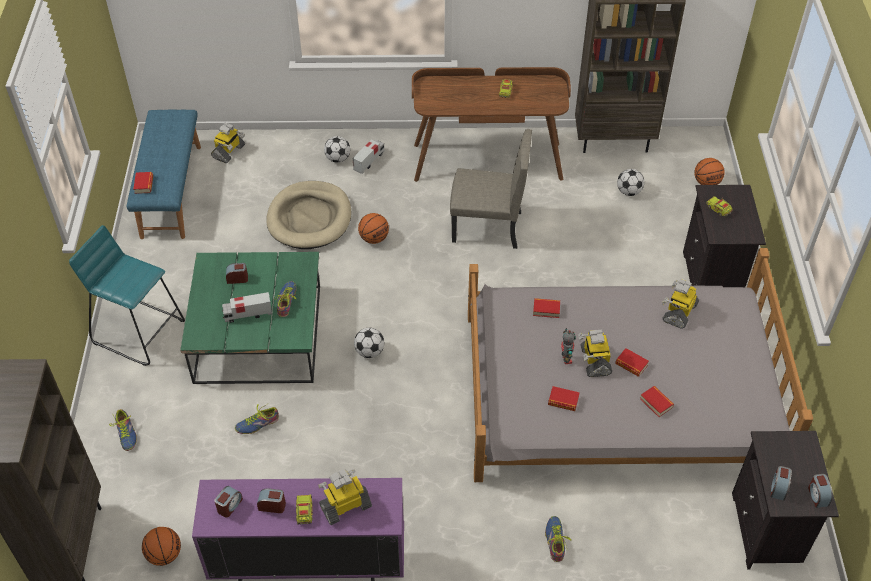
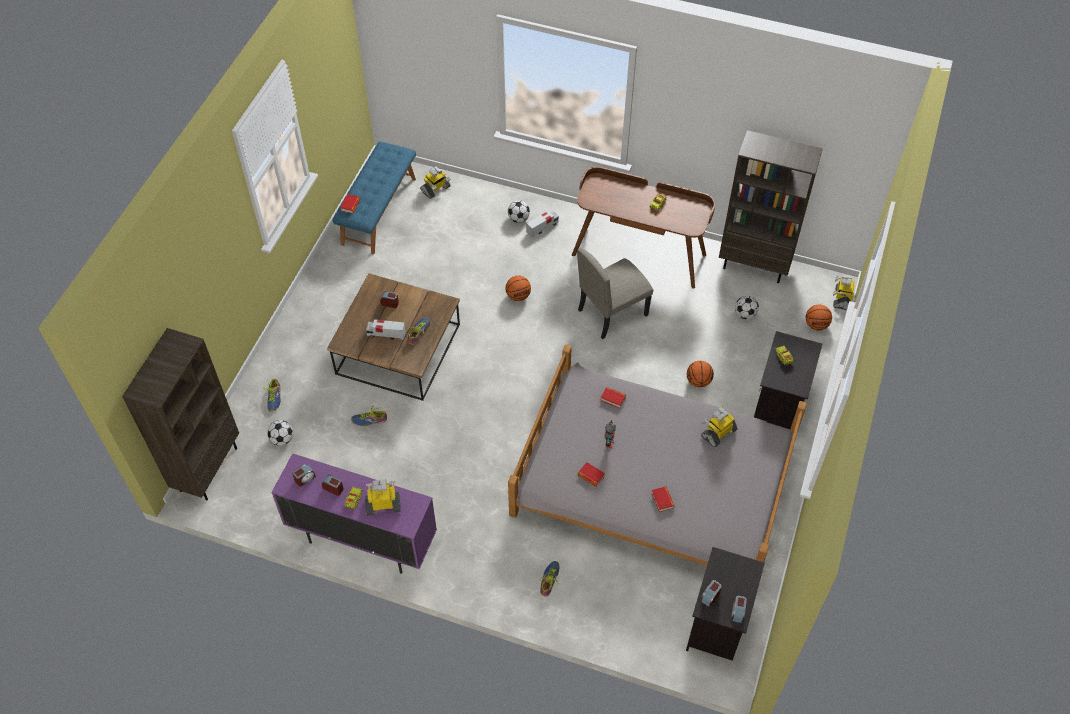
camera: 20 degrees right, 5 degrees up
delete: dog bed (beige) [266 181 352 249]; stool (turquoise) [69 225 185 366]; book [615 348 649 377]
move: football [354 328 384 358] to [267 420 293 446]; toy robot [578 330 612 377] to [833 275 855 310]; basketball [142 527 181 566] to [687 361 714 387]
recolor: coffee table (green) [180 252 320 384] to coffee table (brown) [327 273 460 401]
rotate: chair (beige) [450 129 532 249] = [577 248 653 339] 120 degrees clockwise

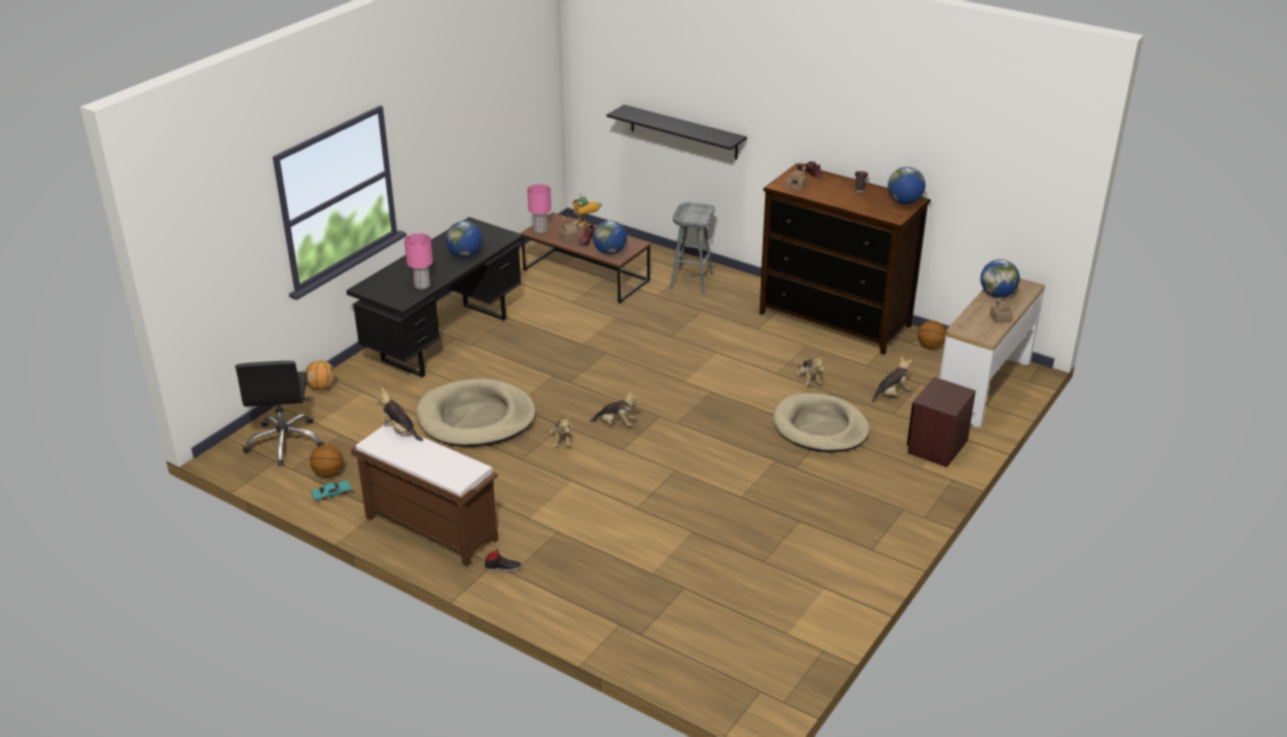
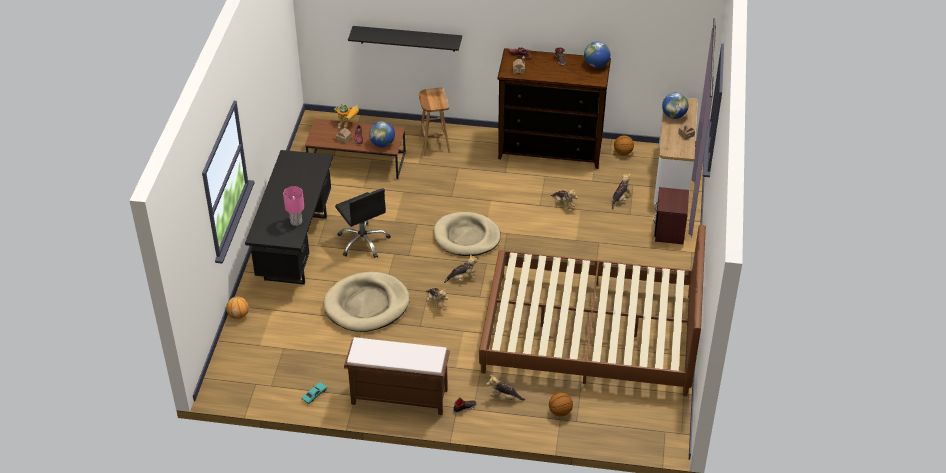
camera: 25 degrees left, 10 degrees up
delete: table lamp (pink) [527 184 551 233]; globe [446 221 483 258]
insert: bed (brown) [479 225 706 396]
move: office chair (black) [235 361 324 466] to [335 188 391 258]; plush toy [374 388 423 441] to [486 375 525 401]; dog bed (beige) [773 393 870 452] to [434 212 501 256]; basketball [310 444 343 477] to [549 392 573 417]
recolor: stool (grey) [670 202 715 294] to stool (brown) [419 87 450 156]

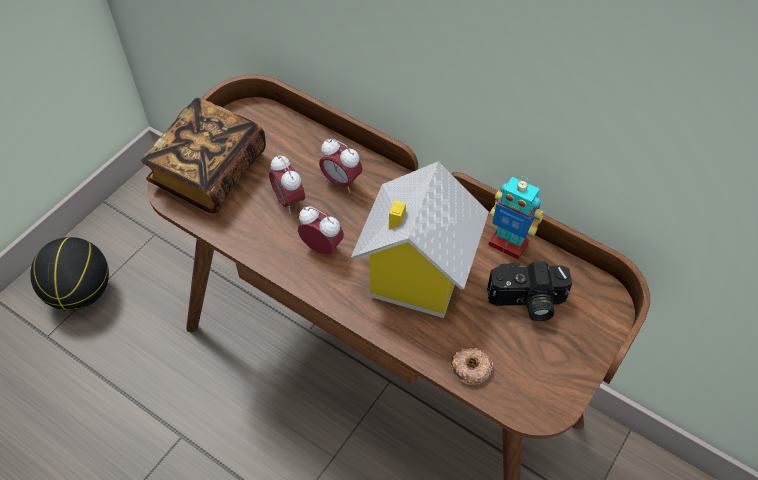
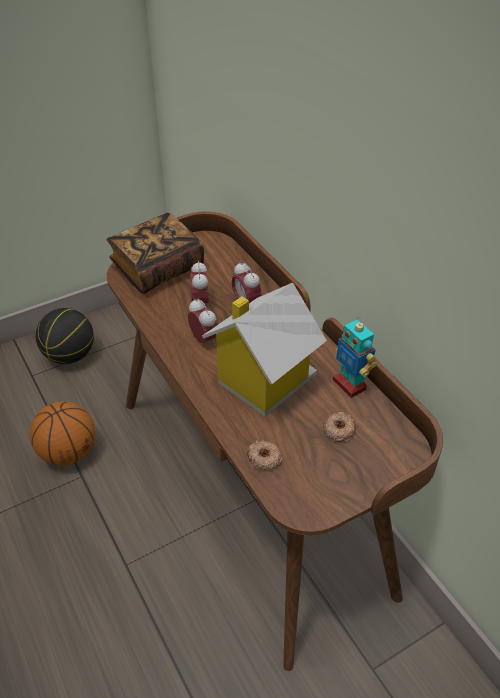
camera: 25 degrees right, 10 degrees down
insert: basketball [30 401 95 466]
replace: photo camera [487 261 572 321] to donut [323 412 356 443]

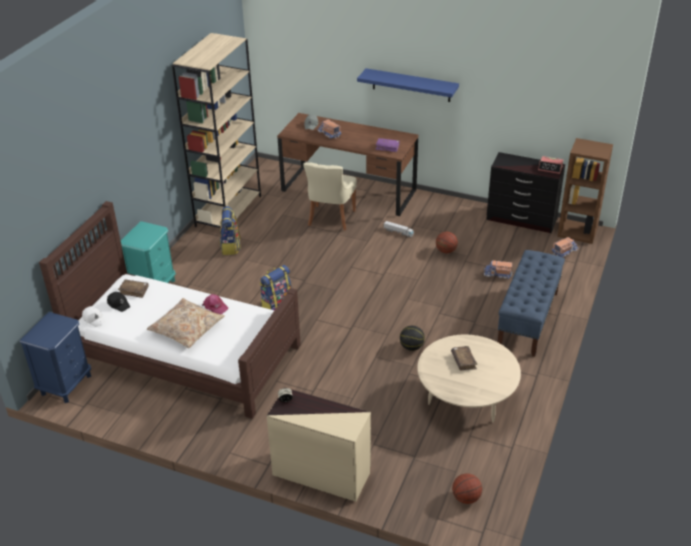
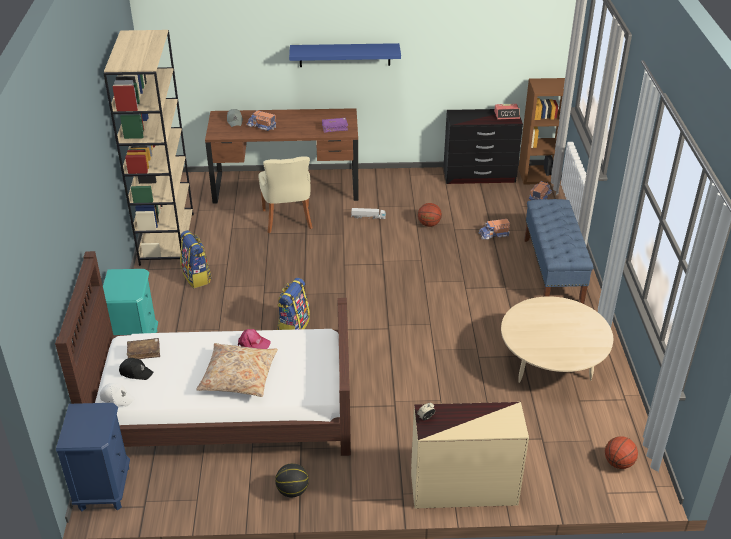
camera: 25 degrees left, 0 degrees up
delete: book (brown) [451 346 477 370]
move: basketball [400 326 425 351] to [275 463 309 497]

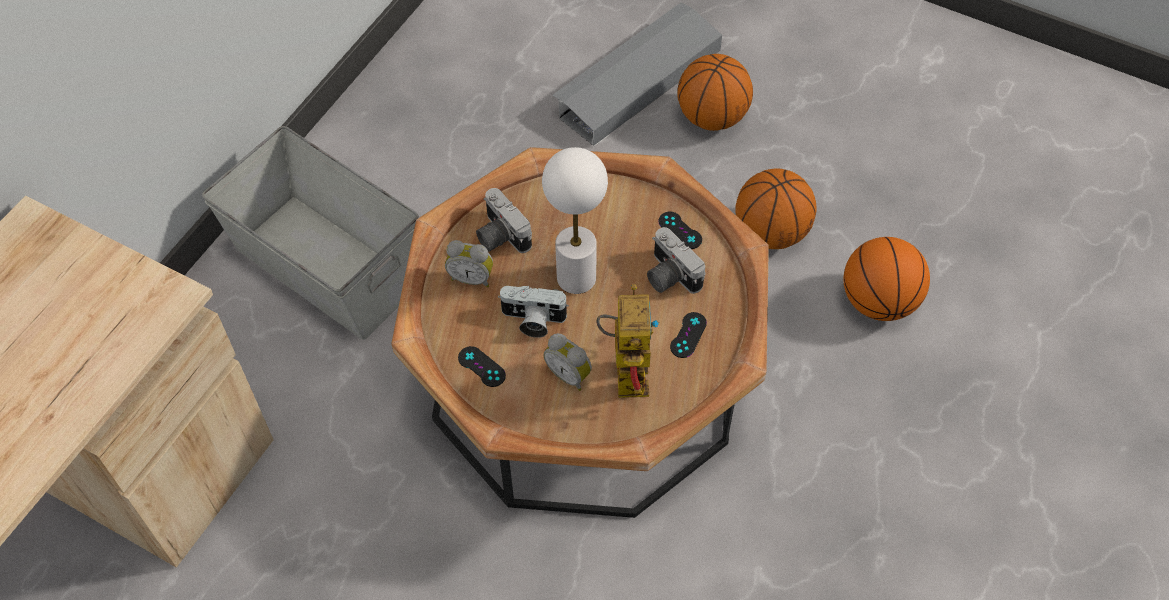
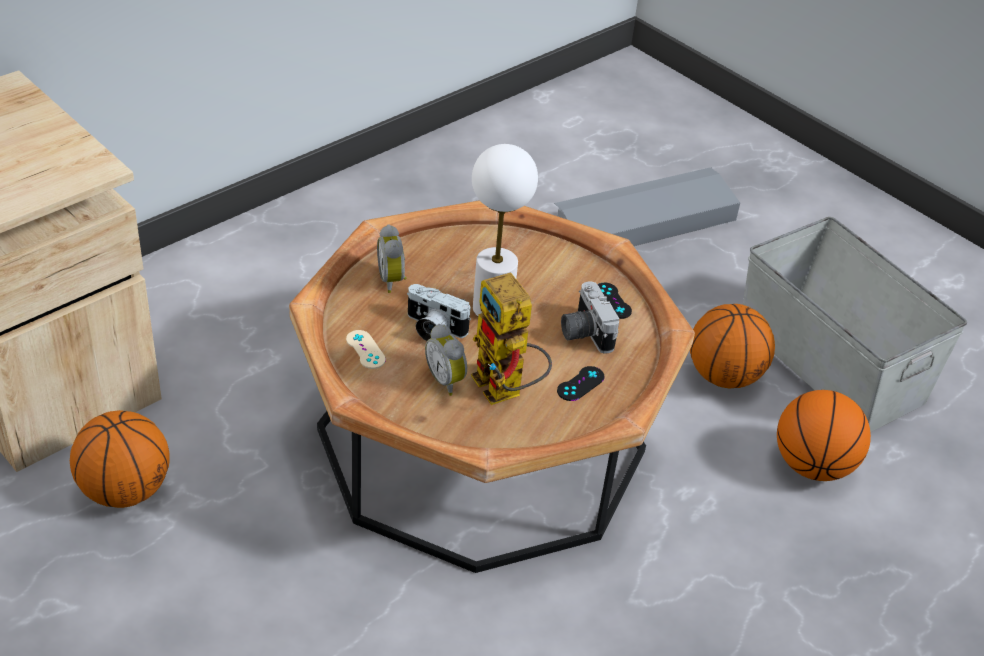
camera: 15 degrees right, 15 degrees down
delete: photo camera [476 188 532 253]
move: basketball [677 54 753 131] to [70 410 170 508]; storage box (grey) [202 126 419 340] to [743 217 967 432]
recolor: game controller (black) [458 346 506 387] to game controller (beige) [346 330 386 369]
rotate: alarm clock [445 240 493 287] = [377 224 406 293] 45 degrees clockwise; toy robot [596 284 659 398] = [471 272 552 405] 135 degrees clockwise

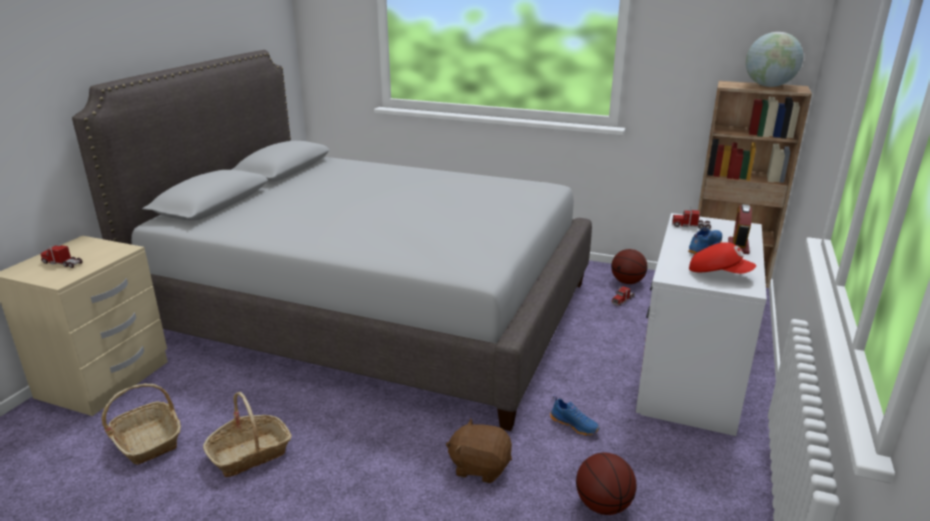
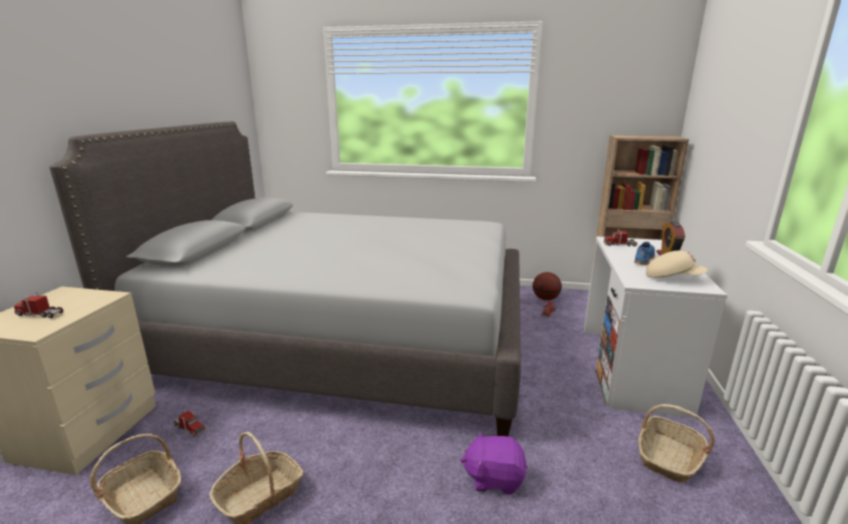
camera: 10 degrees left, 5 degrees down
delete: globe [746 32 803 87]; shoe (blue) [550 396 600 436]; basketball [576 453 636 515]
insert: basket [638 404 715 483]; toy truck [173 411 206 437]
recolor: cap (red) [689 242 756 274] to cap (beige) [646 251 707 278]; plush toy (brown) [446 418 512 483] to plush toy (purple) [460 431 527 495]

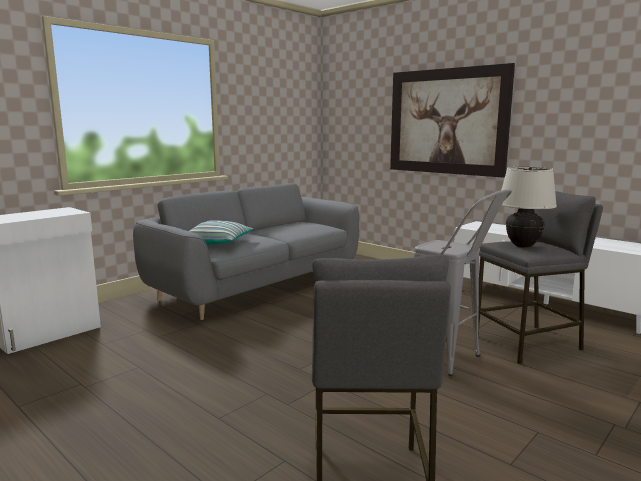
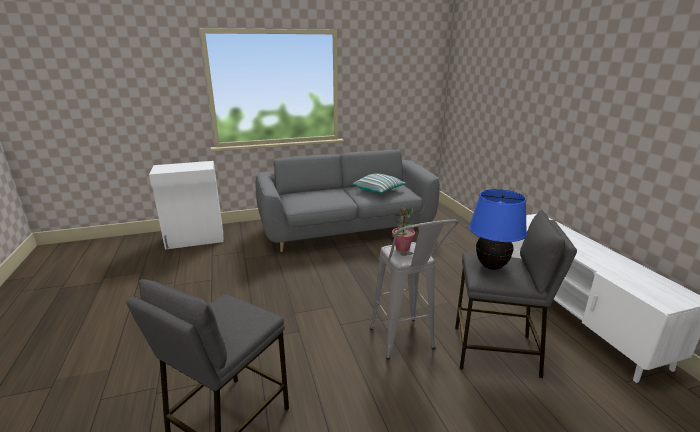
camera: 30 degrees right, 10 degrees up
delete: picture [390 63 515 178]
insert: potted plant [392 207 415 252]
move: pillow [189 220 253 245] to [353 173 406 193]
recolor: table lamp (beige) [501 167 557 248] to table lamp (blue) [469 189 527 270]

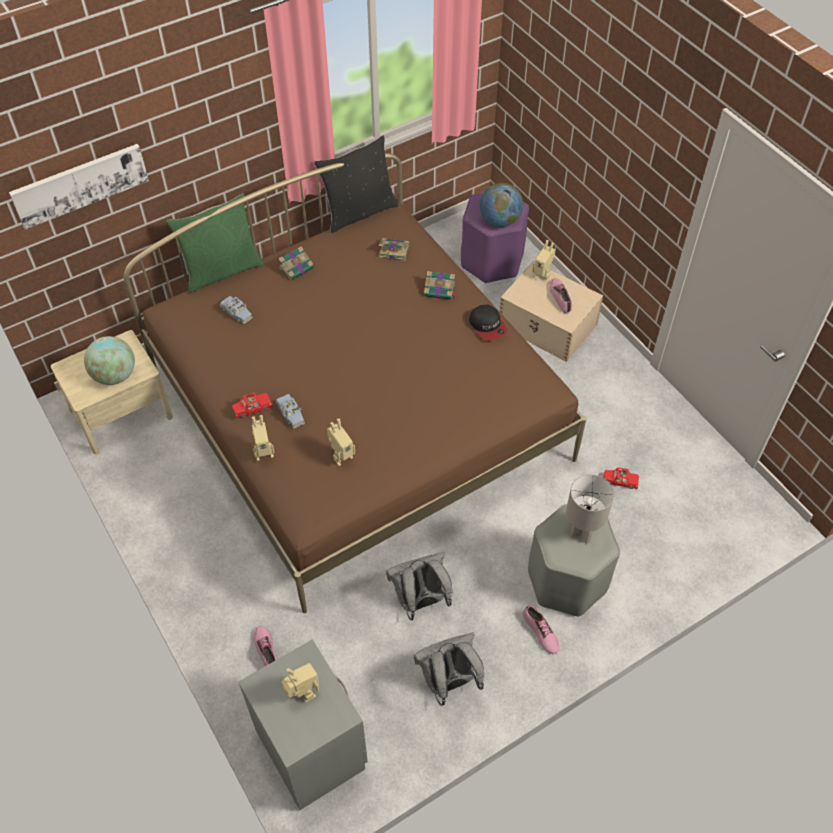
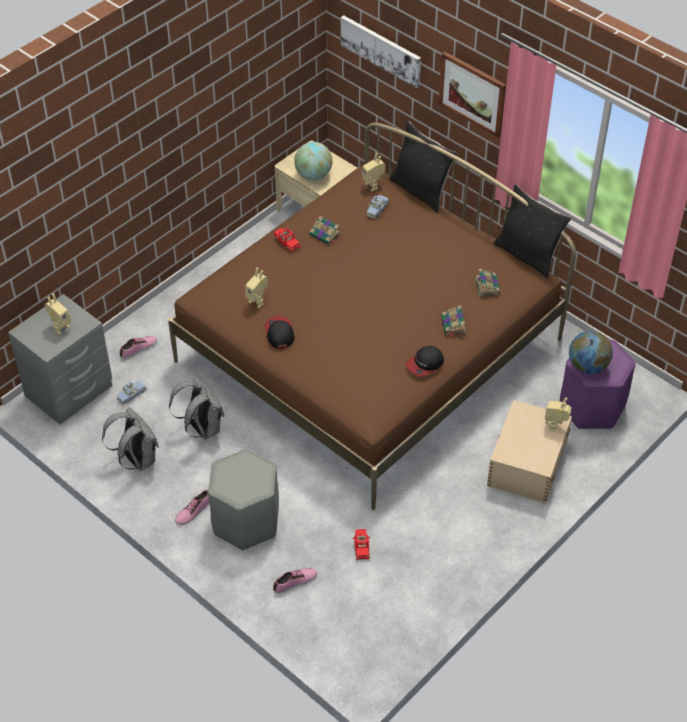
camera: 75 degrees right, 5 degrees down
delete: table lamp (grey) [566 474 614 544]
insert: picture [439 52 506 137]; cap [265 316 294 349]
move: book [278 247 315 280] to [309 216 341 244]; shoe [549 278 572 313] to [273 568 317 593]; toy car (blue) [276 394 305 429] to [117 380 147 405]; toy robot [252 415 274 461] to [363 152 385 191]
recolor: pillow (green) [166 193 264 293] to pillow (black) [389 121 458 212]

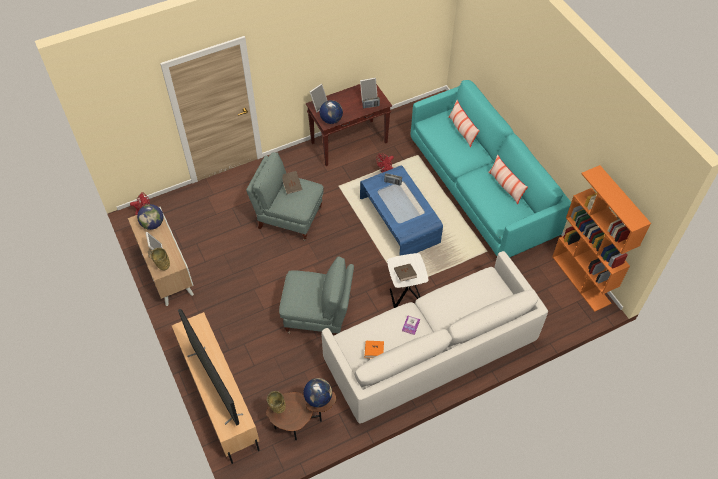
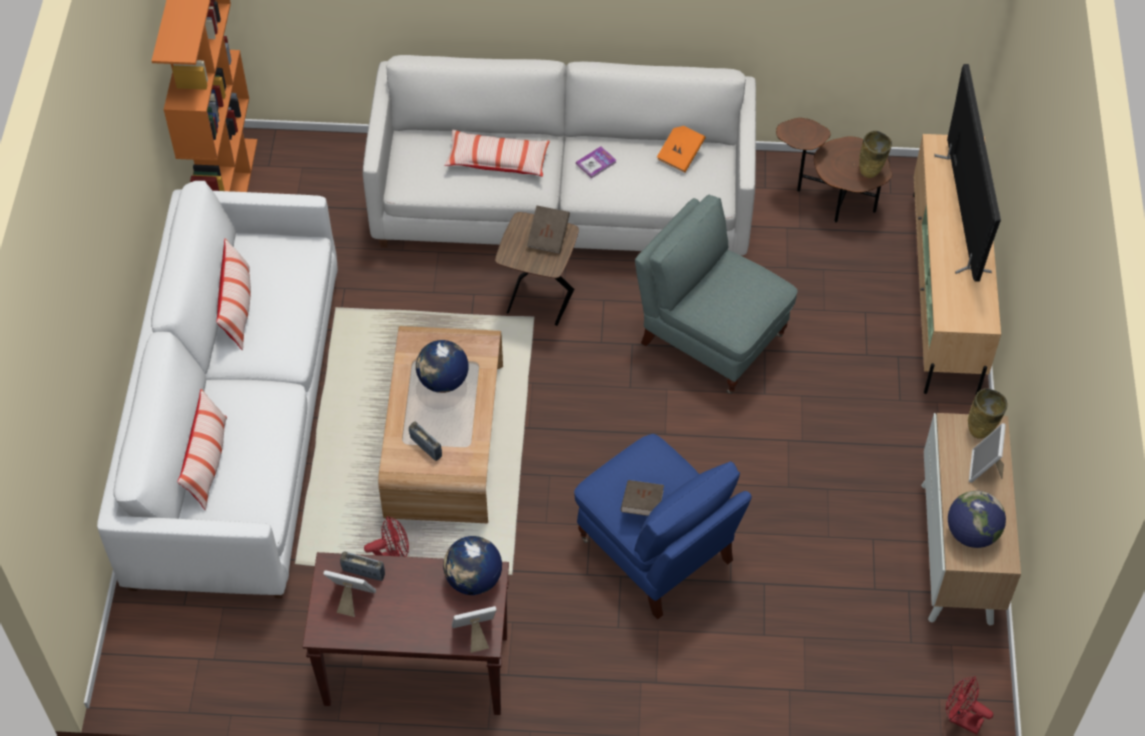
camera: 150 degrees left, 0 degrees up
insert: pillow [444 130 550 177]
move: globe [303 378 332 407] to [416 340 468 393]
recolor: sofa (turquoise) [411 80 571 257] to sofa (white) [97 181 338 598]; armchair (grey) [246 152 324 241] to armchair (blue) [574 434 752 619]; coffee table (blue) [360 165 443 256] to coffee table (brown) [378 326 503 523]; side table (white) [387 253 429 308] to side table (brown) [495 212 579 326]

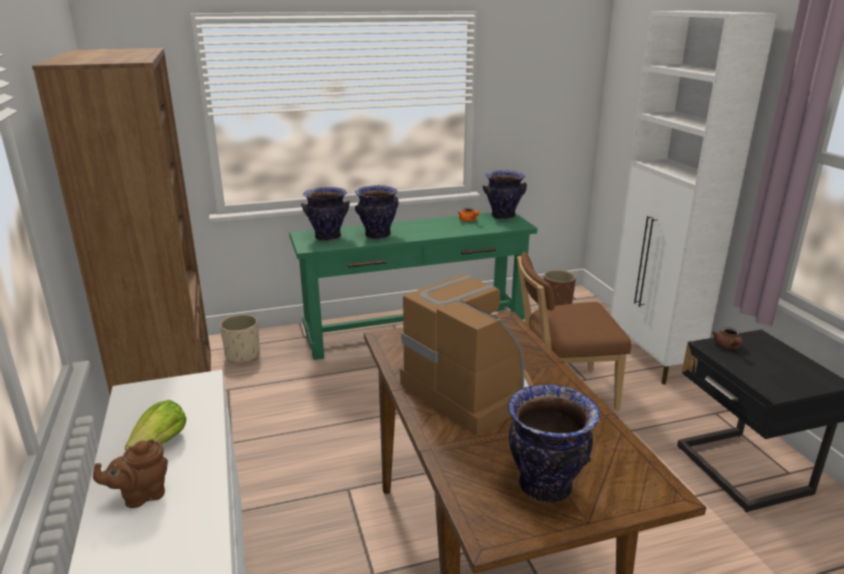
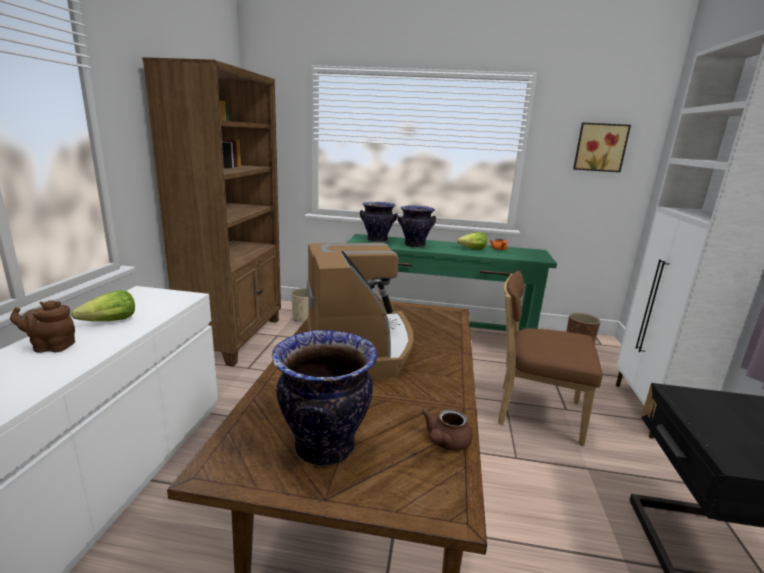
camera: 25 degrees right, 5 degrees down
delete: vase [483 170 527 220]
insert: picture [573 123 631 172]; lettuce [457 232 487 249]
move: teapot (brown) [712 327 743 349] to [422 409 473 451]

